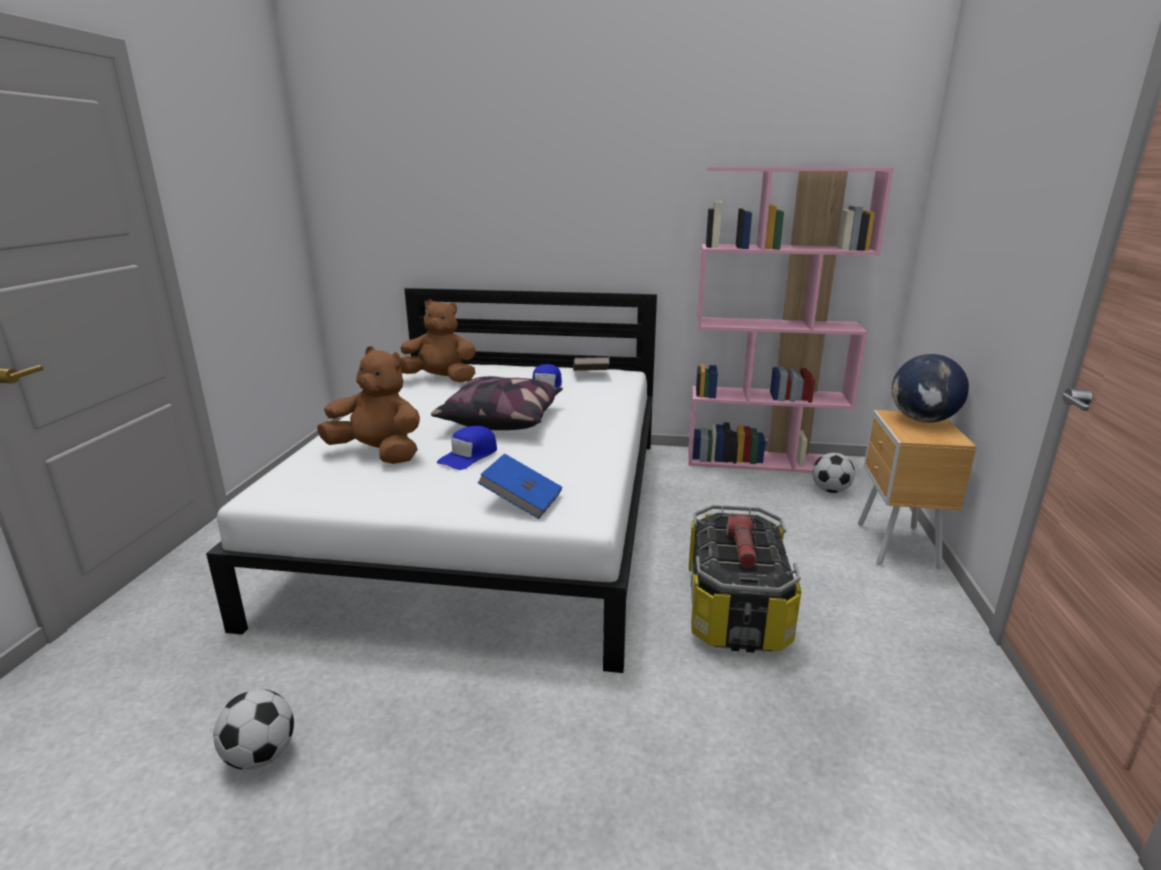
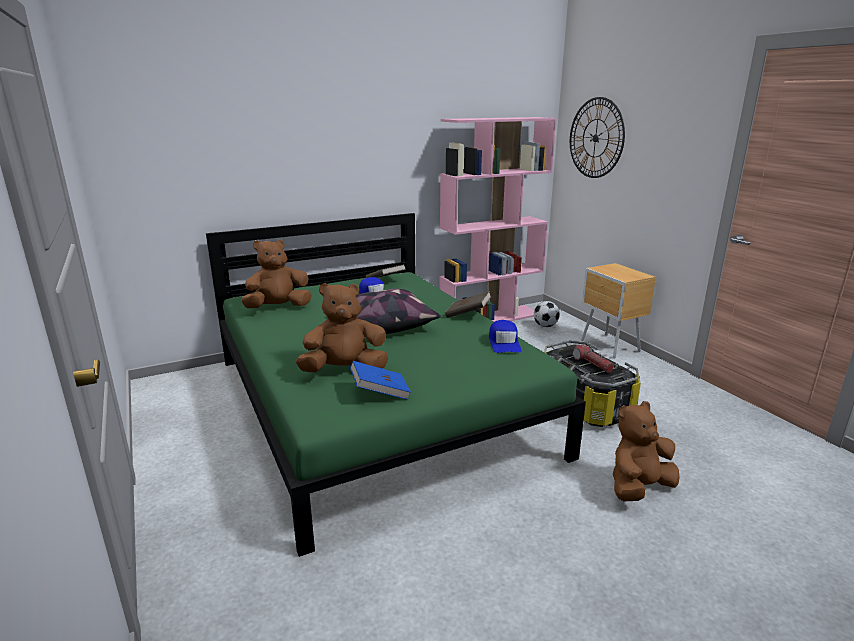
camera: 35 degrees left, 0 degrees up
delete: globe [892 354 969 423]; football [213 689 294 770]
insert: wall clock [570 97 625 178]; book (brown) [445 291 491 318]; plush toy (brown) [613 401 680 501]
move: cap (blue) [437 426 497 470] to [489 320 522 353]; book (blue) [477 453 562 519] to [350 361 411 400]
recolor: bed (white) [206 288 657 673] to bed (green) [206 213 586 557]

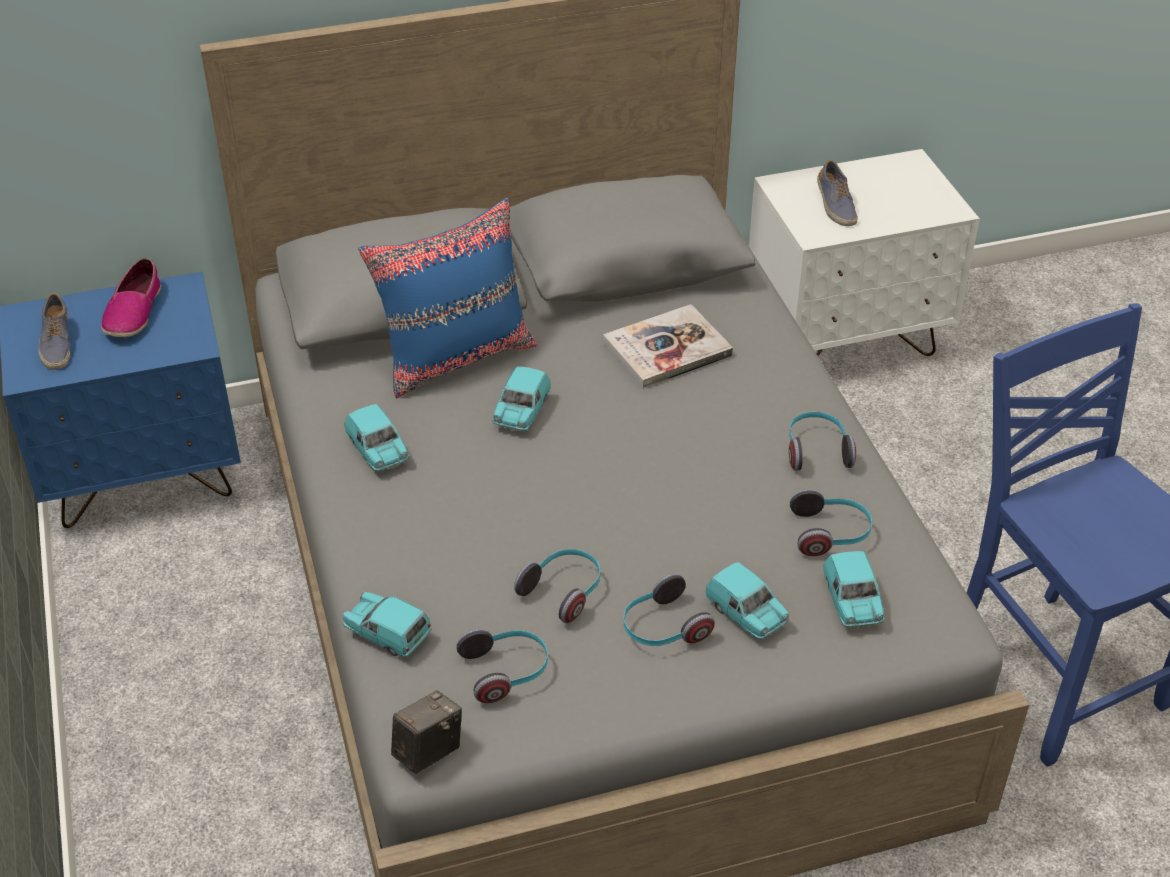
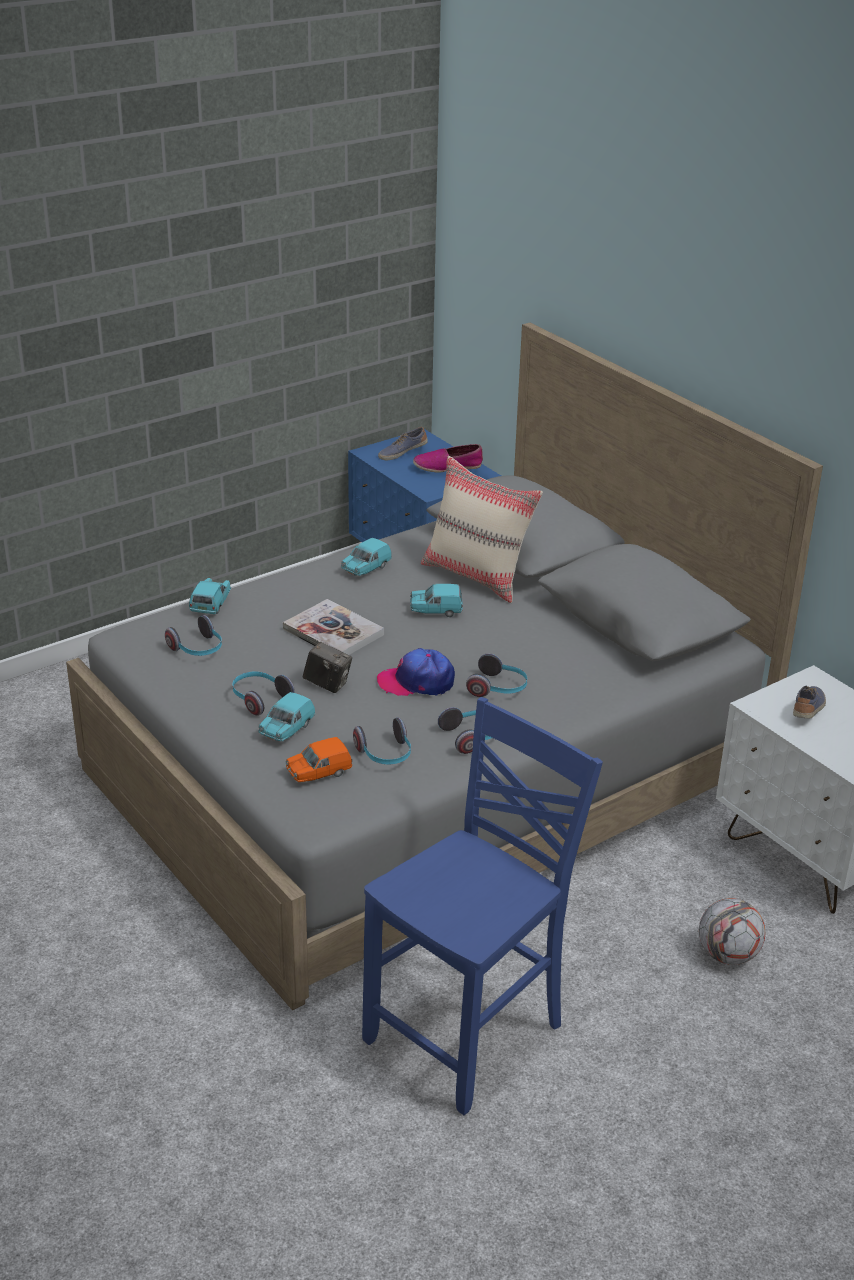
camera: 70 degrees right, 10 degrees down
insert: cap [377 648 455 696]; football [699 898 765 965]
move: book [603 304 733 389] to [283 599 384 655]; headphones [514 549 600 623] to [466 653 528 697]; photo camera [391 690 462 774] to [303 641 352 693]
recolor: pillow (blue) [358 198 538 398] to pillow (beige) [421 456 543 603]; toy car (turquoise) [823 551 884 628] to toy car (orange) [286 737 352 782]
rotate: shoe [817 160 858 226] = [793 686 826 718] 150 degrees clockwise

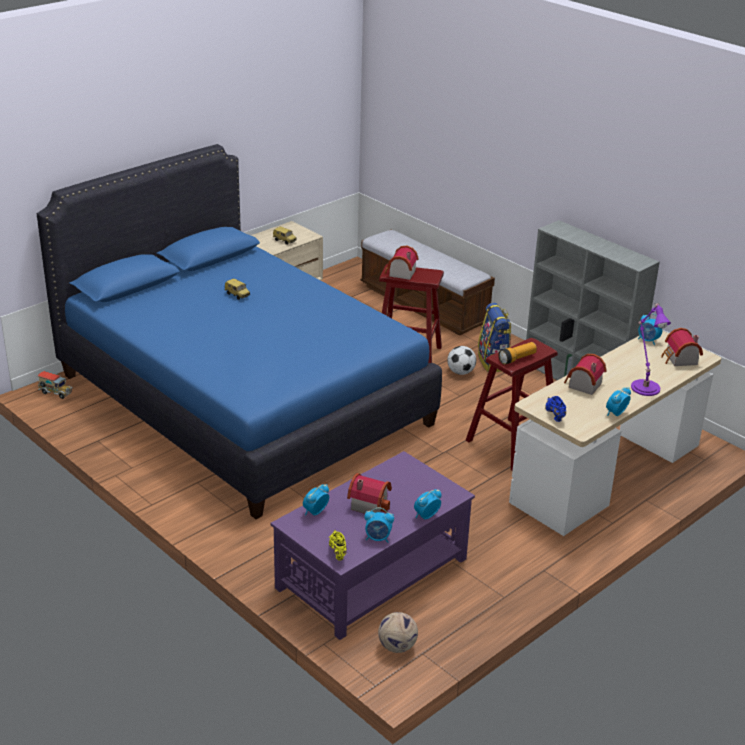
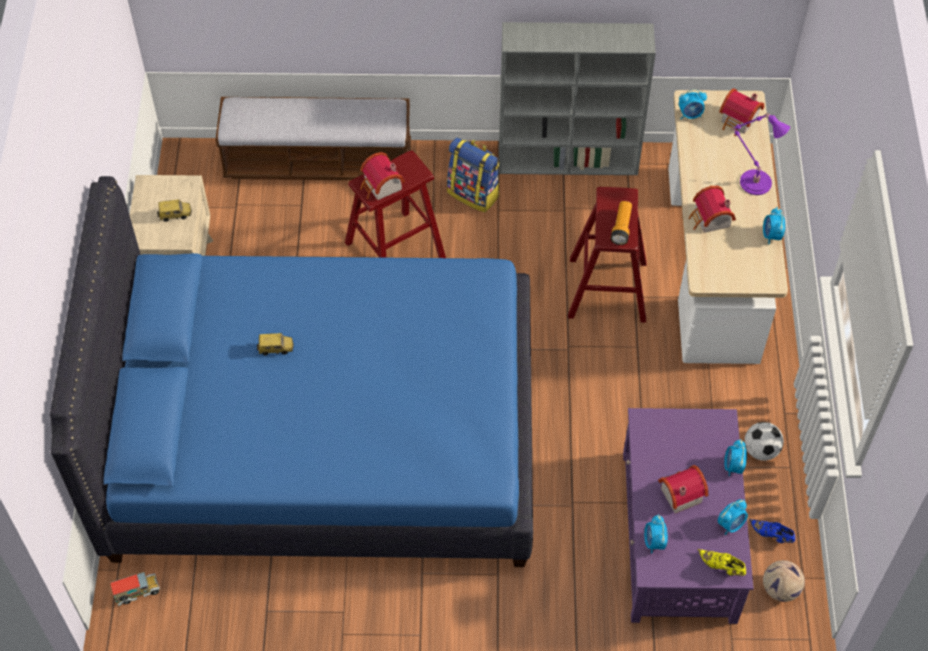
camera: 45 degrees left, 25 degrees up
move: football [447 346 476 375] to [744 422 784 461]; shoe (blue) [545 396 566 422] to [749 519 795 543]

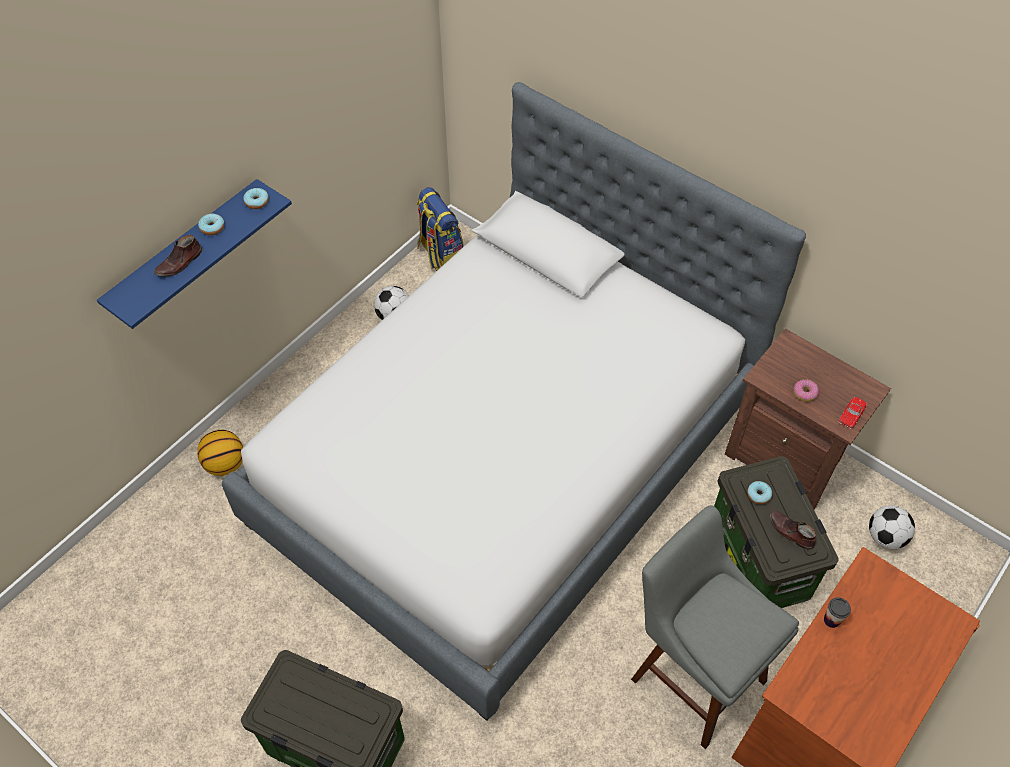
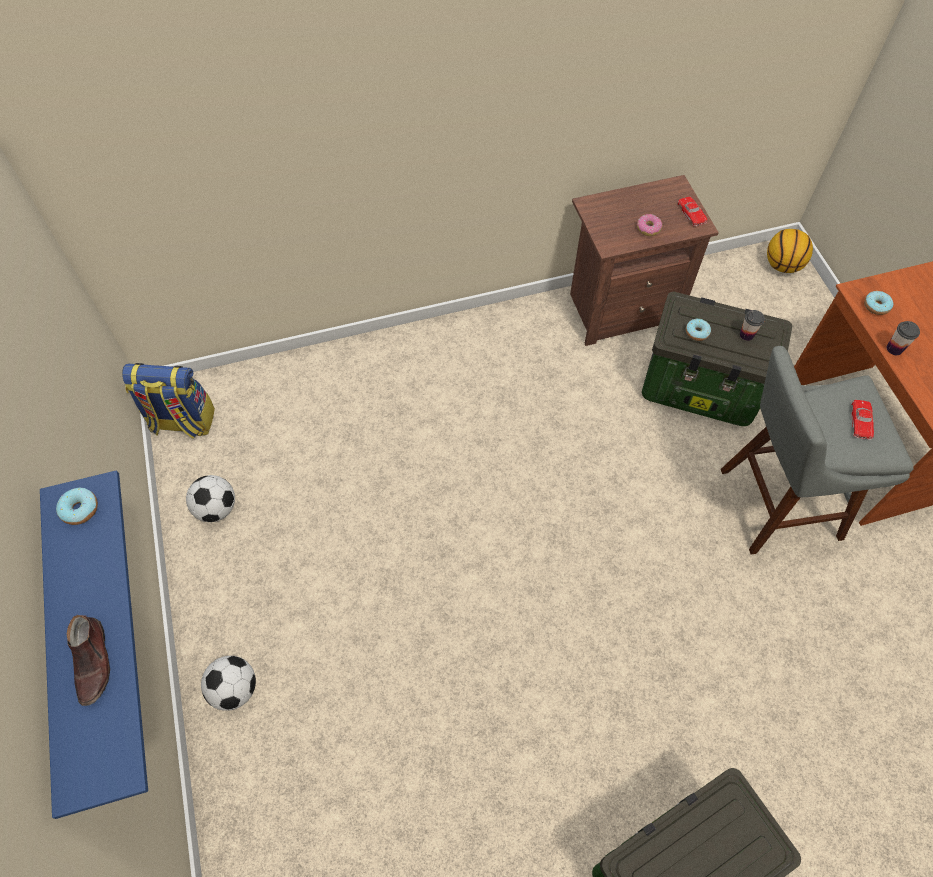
camera: 55 degrees left, 5 degrees up
delete: bed [222 82 806 721]
insert: toy car (red) [851 400 874 440]
move: donut [198 214 224 235] to [864 291 894 315]; basketball [197 430 243 476] to [767 229 813 273]; football [869 505 915 549] to [201 656 256 711]
replace: shoe (brown) [770 510 816 550] to cup [740 310 765 341]

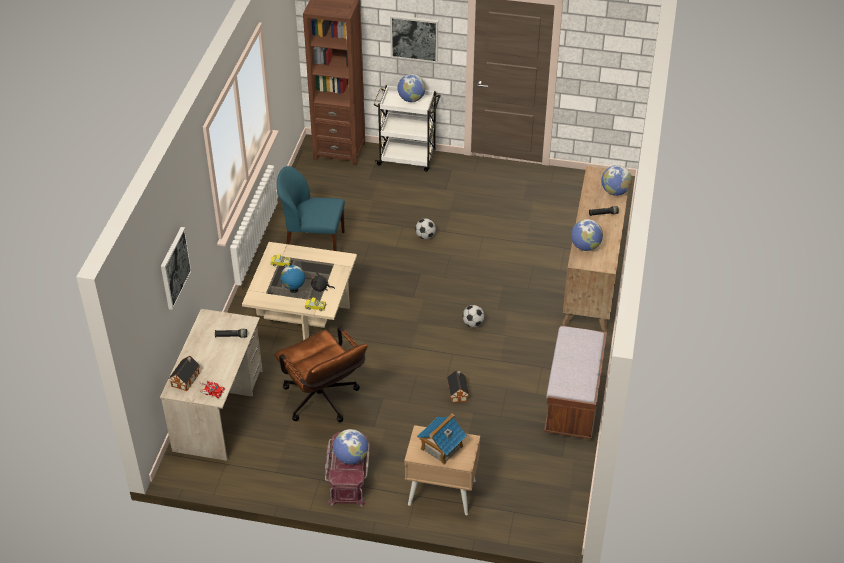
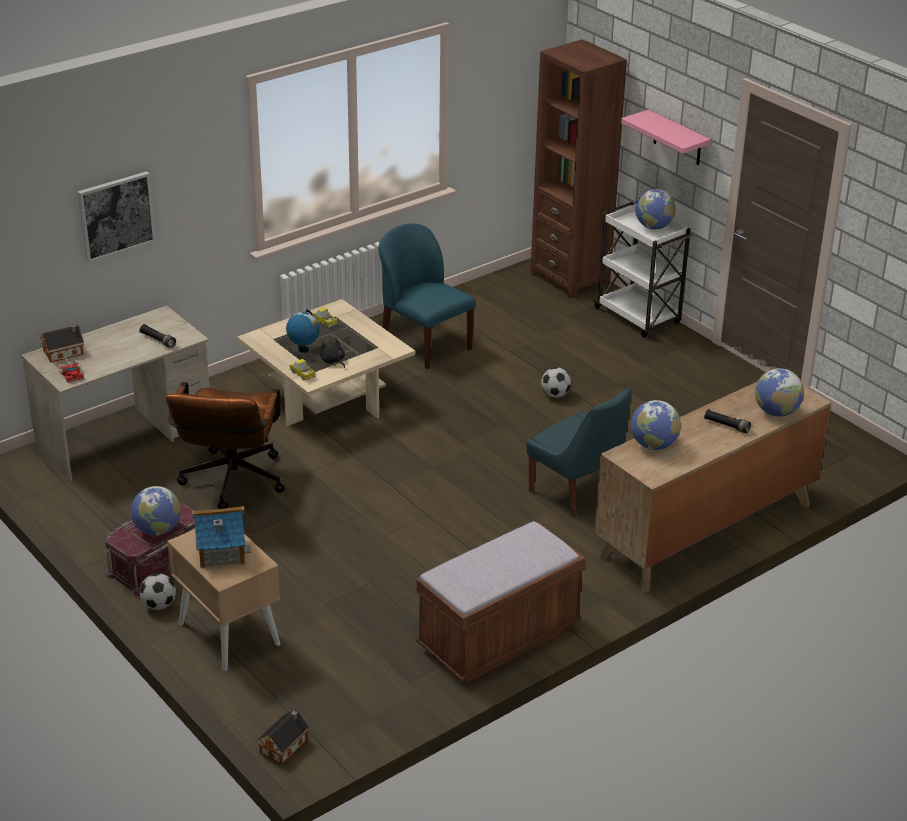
camera: 40 degrees right, 10 degrees down
insert: chair (blue) [526 388 631 518]
move: football [463 305 484 327] to [140 573 176 610]; toy house [447 370 469 403] to [257 709 310 765]
replace: picture [390 15 438 63] to shelf (pink) [621 109 711 165]

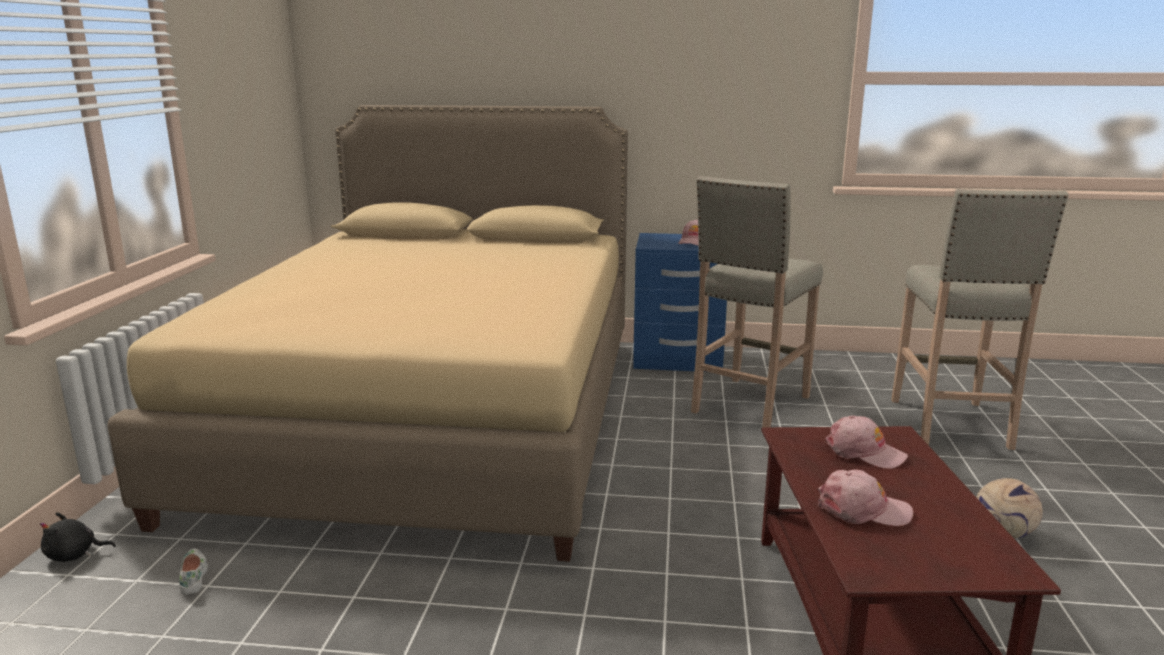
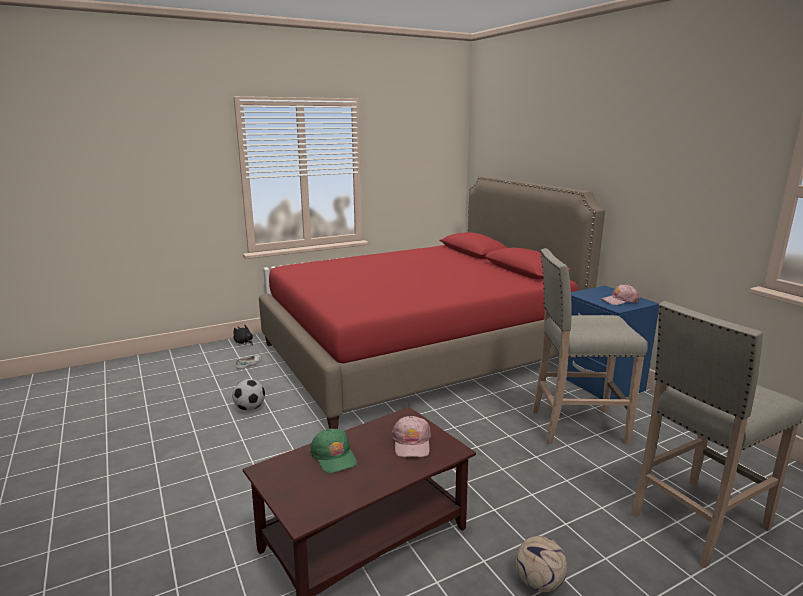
camera: 55 degrees right, 0 degrees up
insert: football [232 379 265 411]
recolor: bed (beige) [107 105 628 562] to bed (red) [259 176 605 429]; cap (pink) [818 469 913 526] to cap (green) [310 429 357 473]

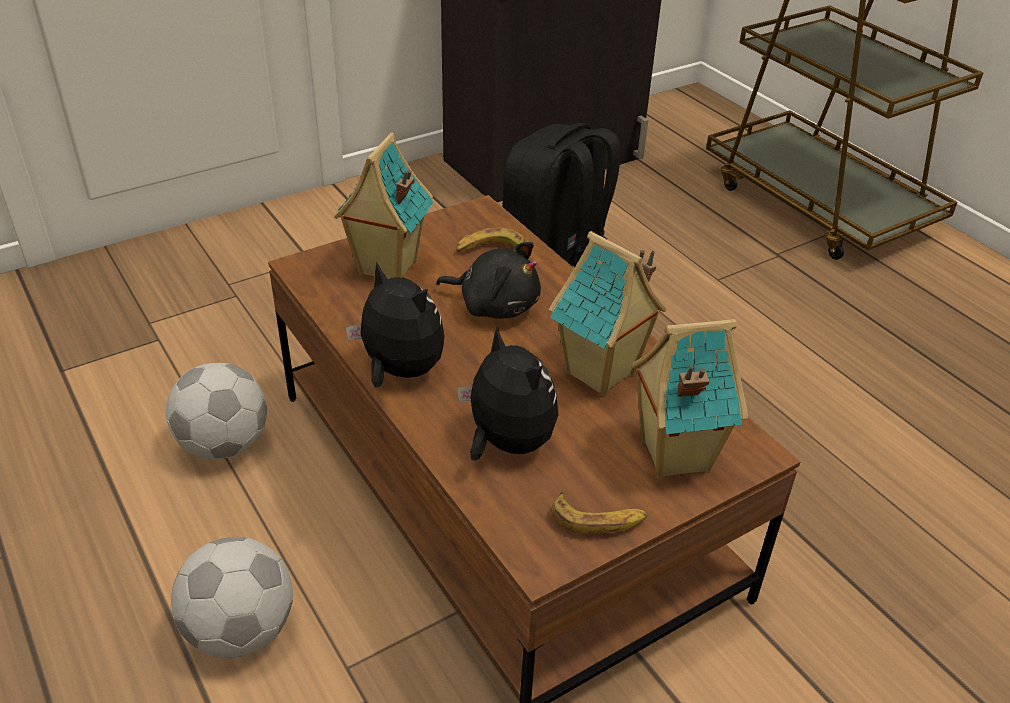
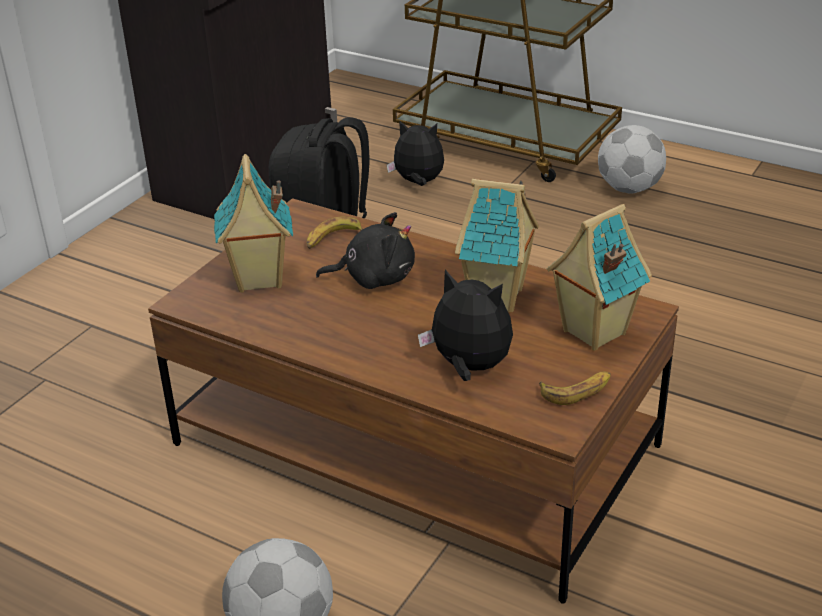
camera: 25 degrees left, 5 degrees down
move: plush toy [346 262 445 388] to [386 121 444 186]; football [166 363 267 459] to [598 125 666 194]

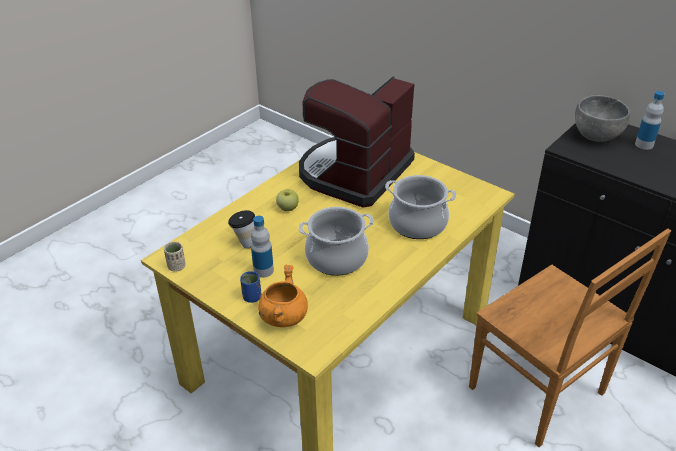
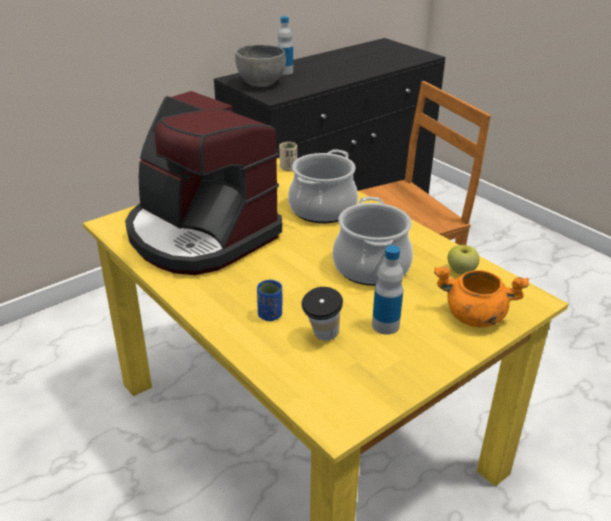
camera: 80 degrees left, 5 degrees down
move: apple [276 189 299 211] to [448 245 479 274]; cup (beige) [164 242 186 272] to [279 142 297 171]; cup (blue) [240 271 262 303] to [257 279 282 321]

